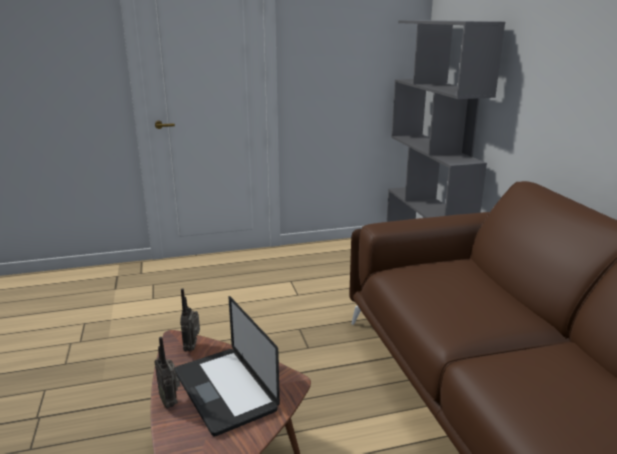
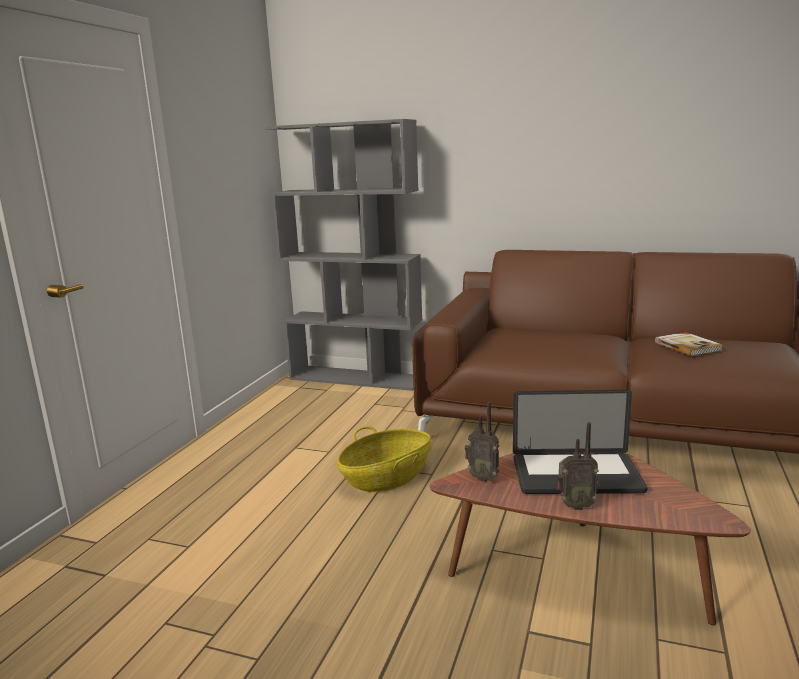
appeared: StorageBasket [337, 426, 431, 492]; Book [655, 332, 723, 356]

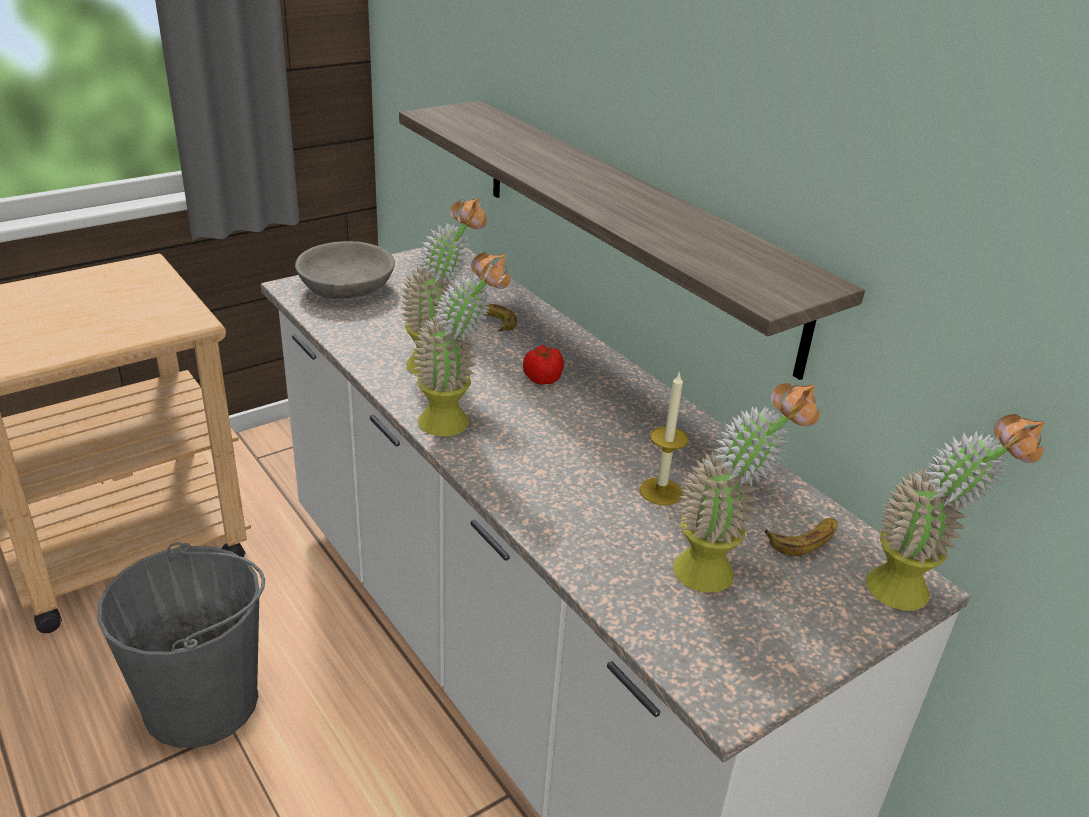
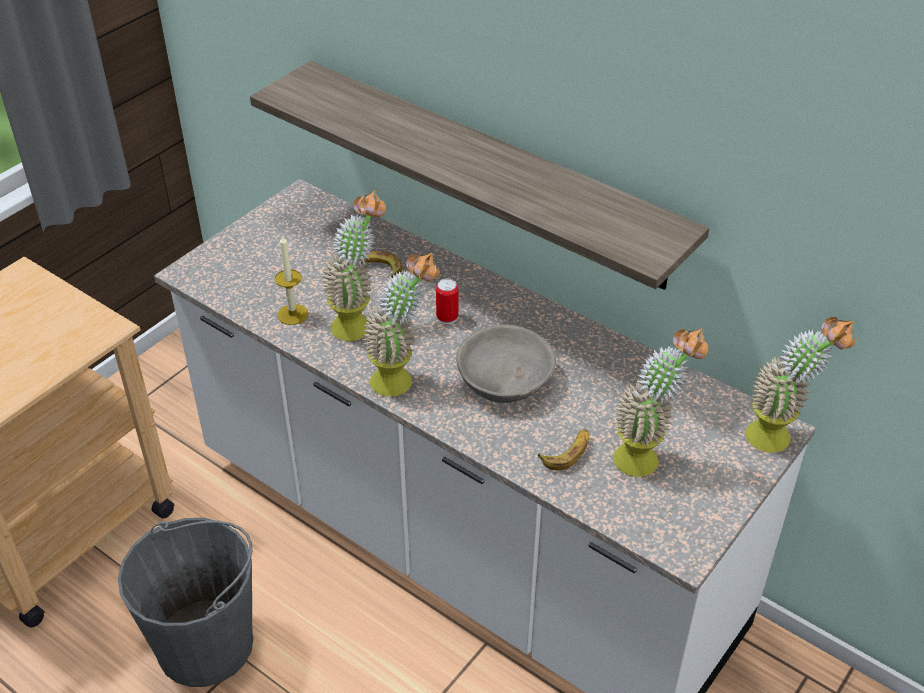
relocated: GreyBowl [295, 241, 395, 299] to [456, 325, 556, 403]; Candle [640, 371, 689, 505] to [274, 235, 308, 325]; WholeBanana [765, 518, 838, 556] to [538, 429, 589, 470]
exchanged: WholeTomato [523, 345, 564, 385] to Can [436, 279, 458, 325]

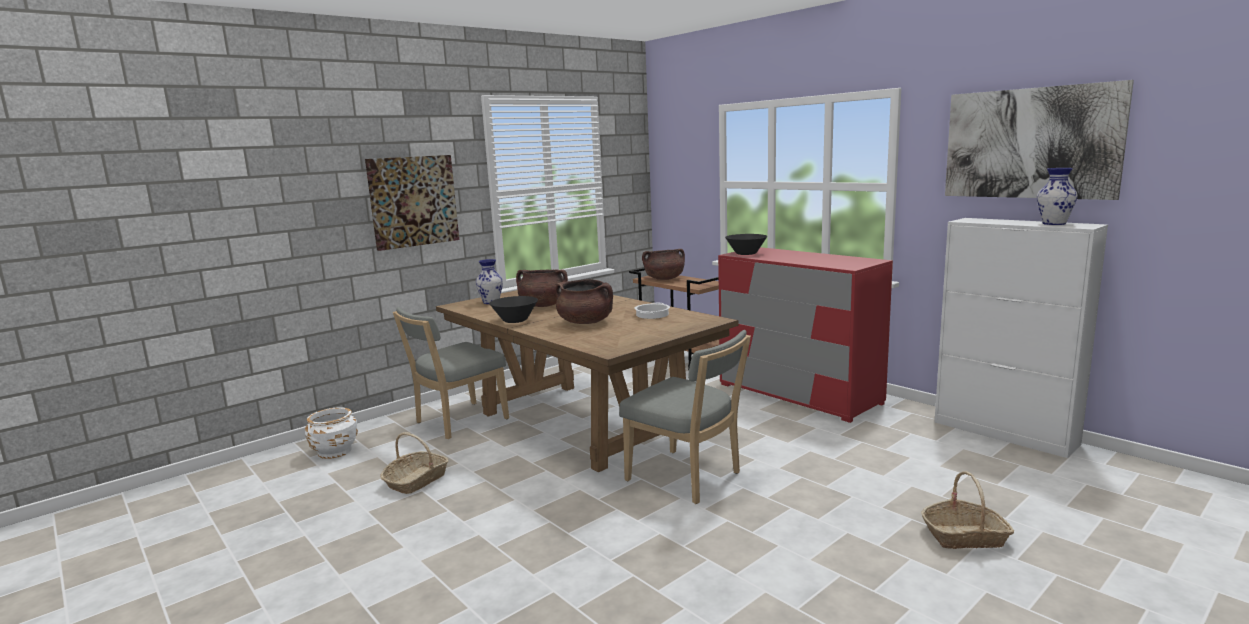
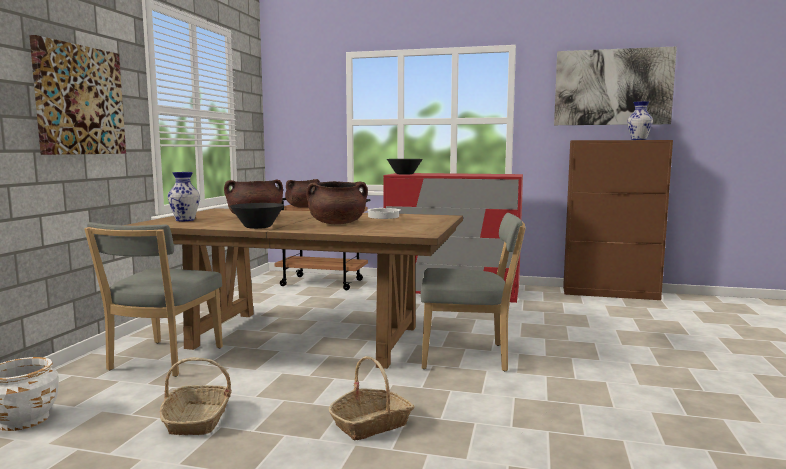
relocated: StorageBasket [921, 471, 1014, 549] to [329, 356, 414, 440]
colour: WhitishStorageCabinet [934, 218, 1108, 458] to BrownishStorageCabinet [563, 140, 673, 300]

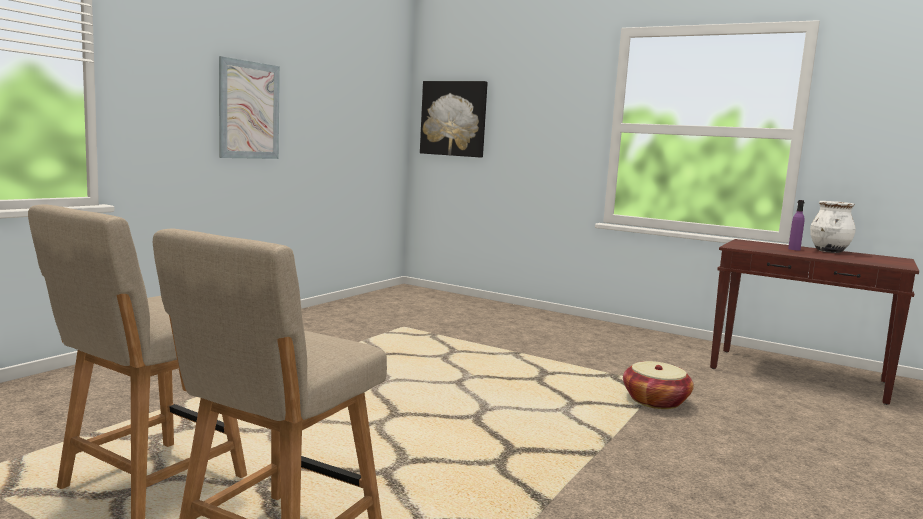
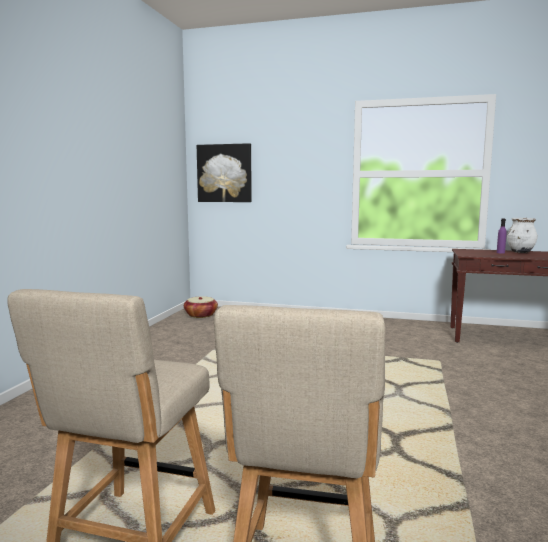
missing: WallPicture [219, 56, 280, 159]
relocated: StorageBasket [623, 361, 694, 409] to [184, 296, 218, 318]

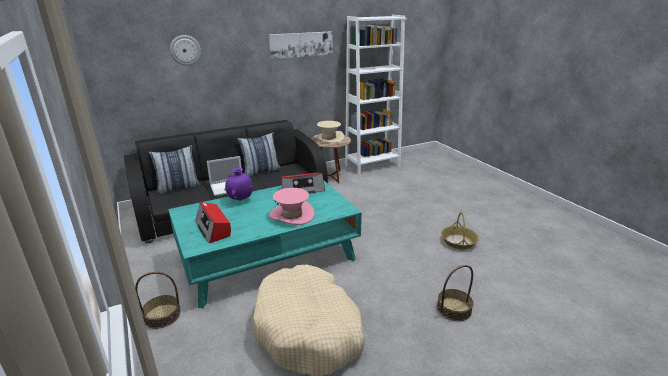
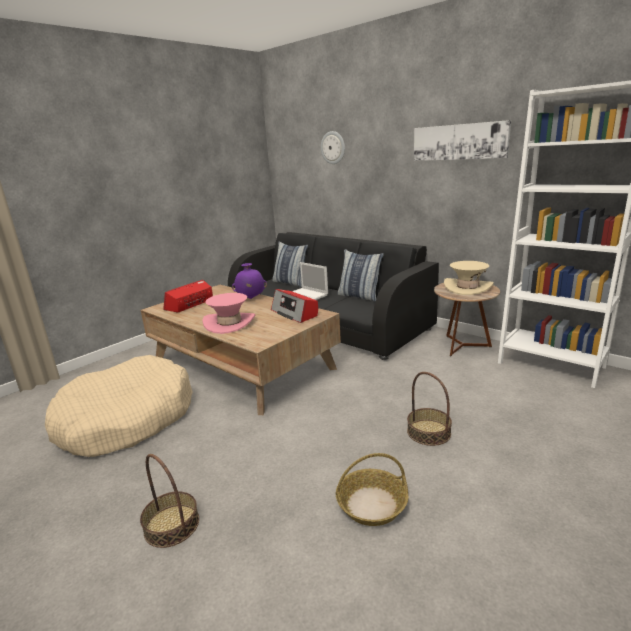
relocated: StorageBasket [135, 272, 181, 329] to [407, 372, 452, 446]
colour: TurquoiseColouredLoungeTable [168, 181, 362, 308] to BrownishLoungeTable [141, 285, 341, 415]

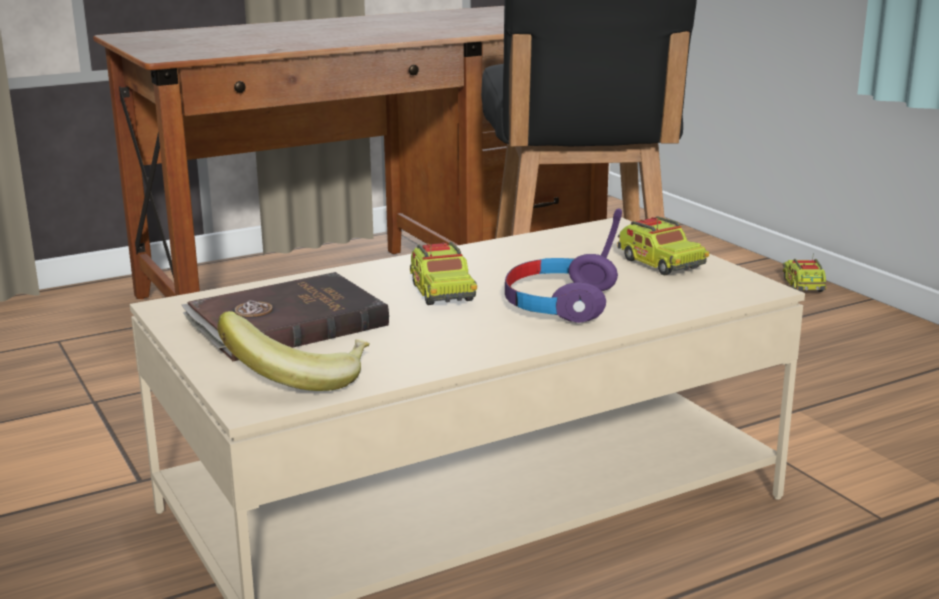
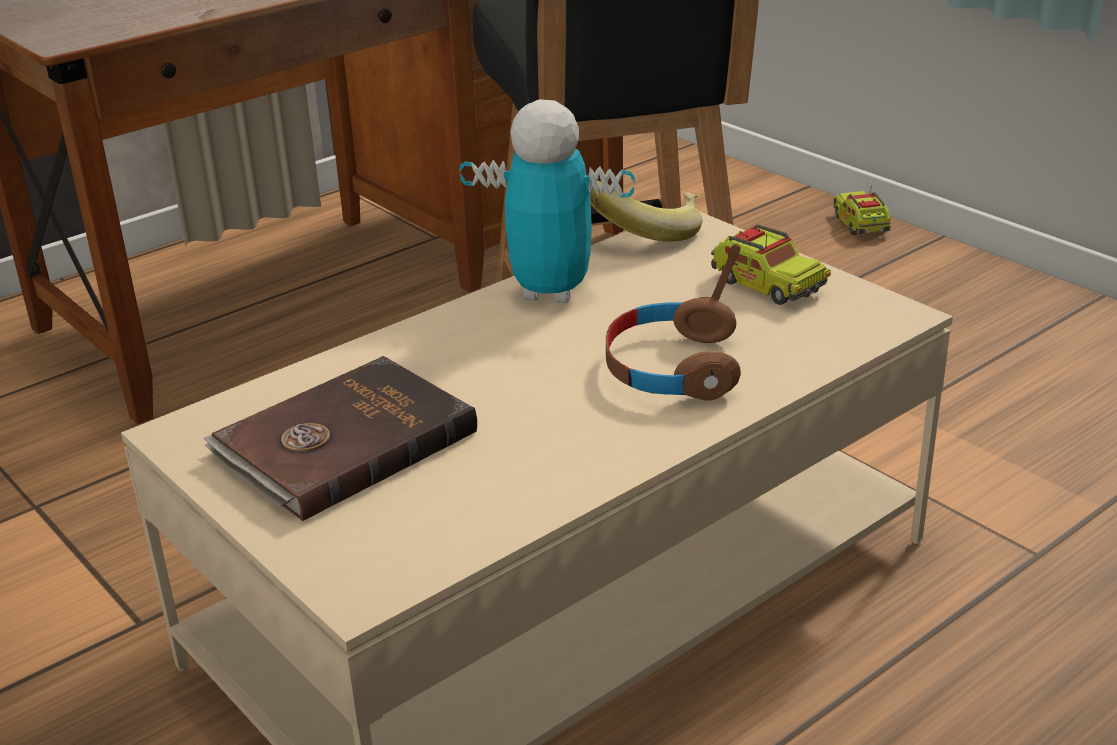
missing: ToyLorry [410, 242, 477, 305]
appeared: ModelRobot [459, 99, 635, 303]
relocated: WholeBanana [218, 311, 370, 391] to [590, 180, 703, 242]
colour: PurpleColouredHeadset [505, 208, 622, 323] to BrownishHeadset [606, 243, 741, 401]

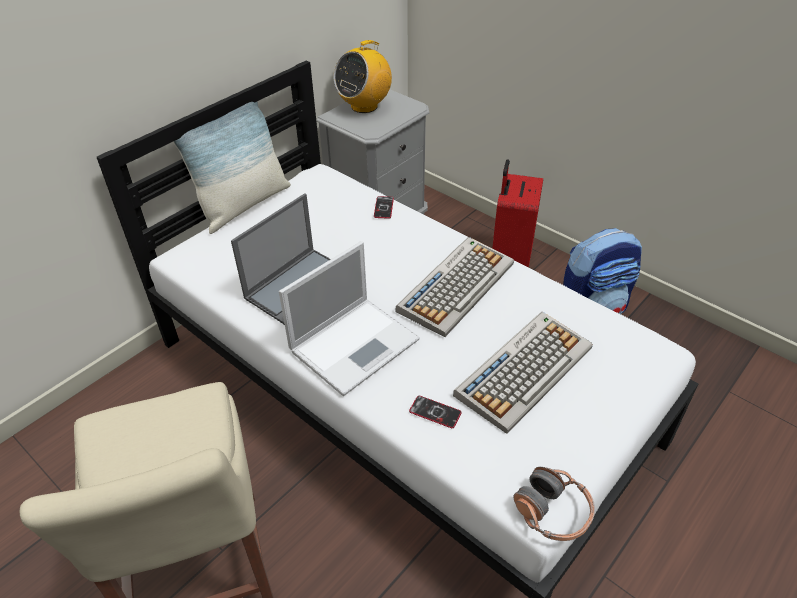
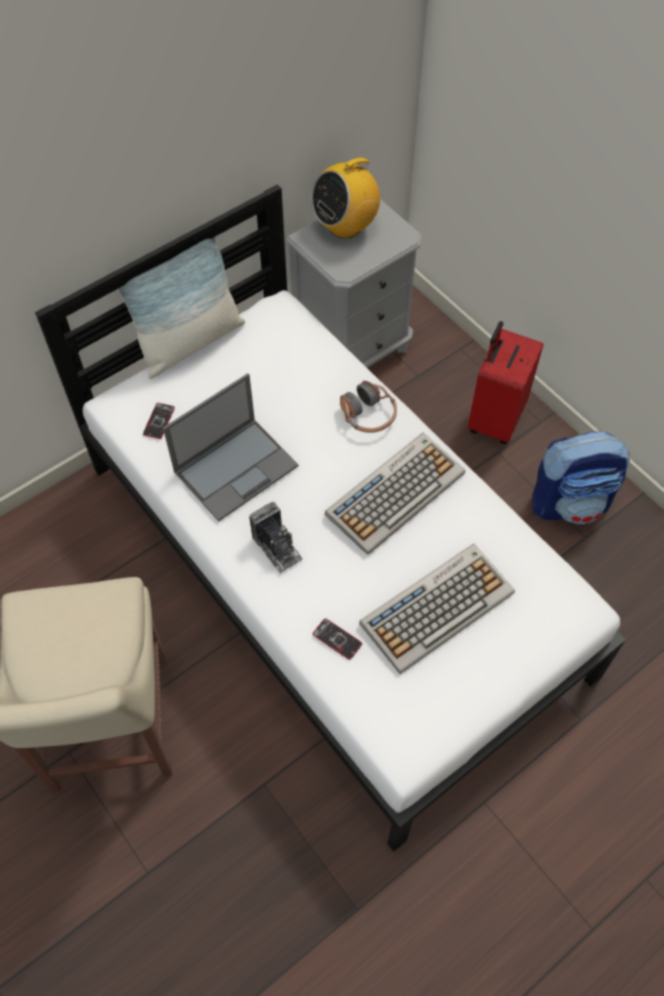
relocated: Handset [374, 196, 394, 219] to [143, 403, 175, 439]; Headset [513, 467, 595, 541] to [340, 381, 397, 433]
exchanged: PortableComputer [279, 241, 420, 396] to PhotoCamera [249, 502, 303, 573]

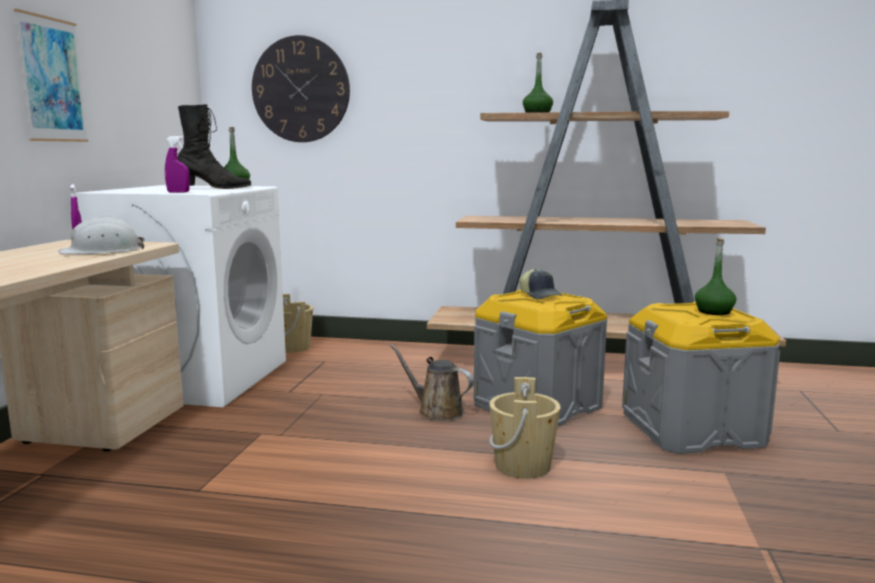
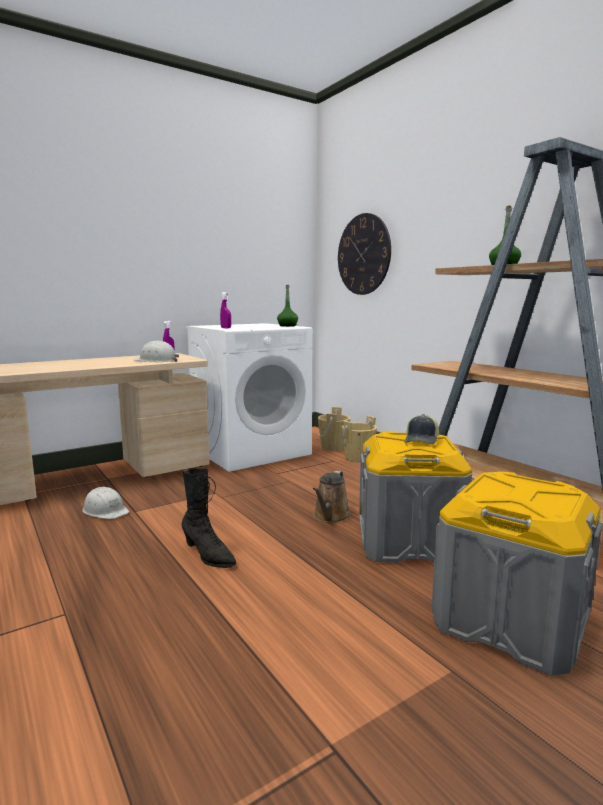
missing: WallPicture [14, 9, 88, 142]; GreenishBeverageBottle [695, 238, 737, 315]
appeared: WhitishSafetyHelmet [82, 487, 129, 519]
relocated: BlackishBoot [177, 104, 252, 189] to [181, 468, 236, 568]; BeigeColouredPail [489, 377, 561, 479] to [342, 416, 377, 463]
spun: BrownishWateringCan [390, 344, 474, 421] = [313, 471, 351, 523] 150 degrees counterclockwise

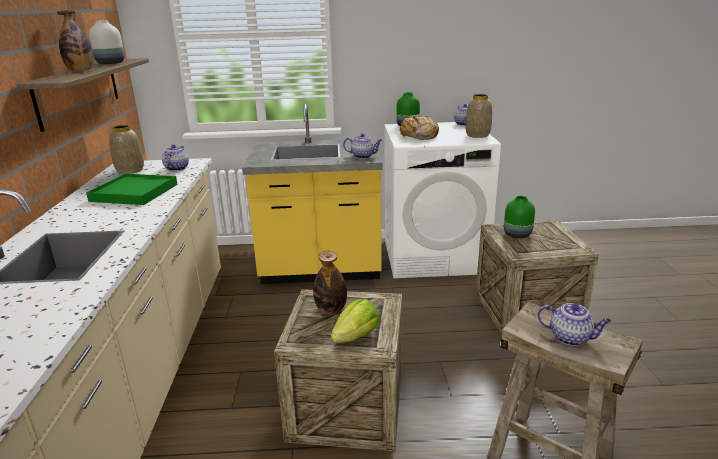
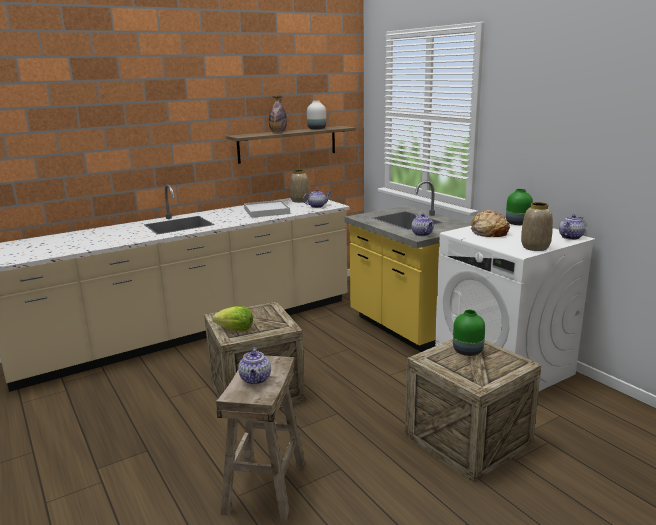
missing: BeverageBottle [313, 251, 347, 314]
colour: GreenishServingTray [86, 174, 178, 205] to WhitishServingTray [244, 200, 290, 218]

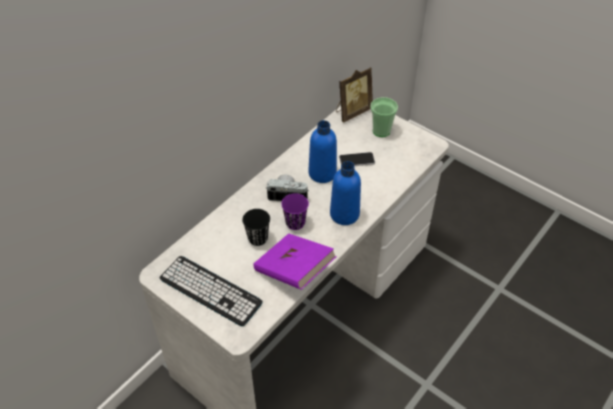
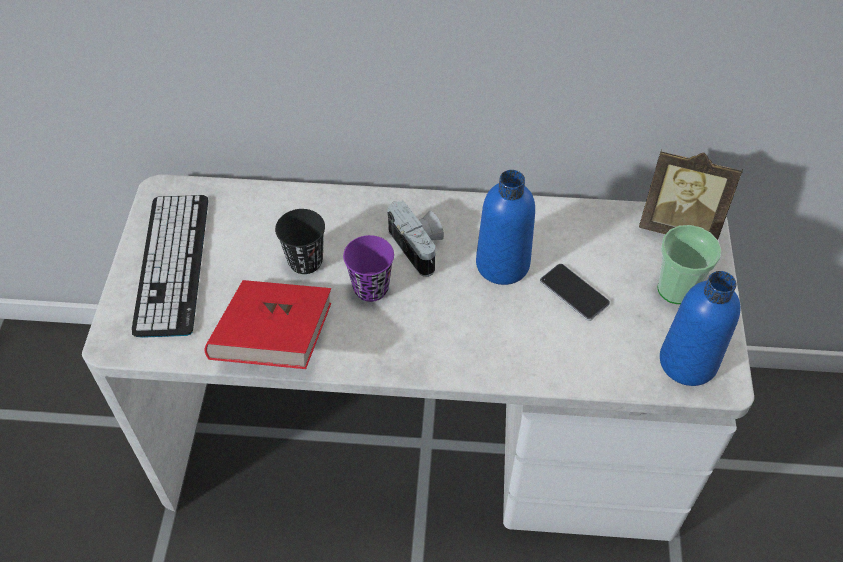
relocated: BlueColouredBeverageBottle [330, 161, 361, 225] to [660, 271, 741, 386]
colour: PurpleColouredBook [253, 233, 337, 290] to ReddishBook [204, 280, 331, 369]

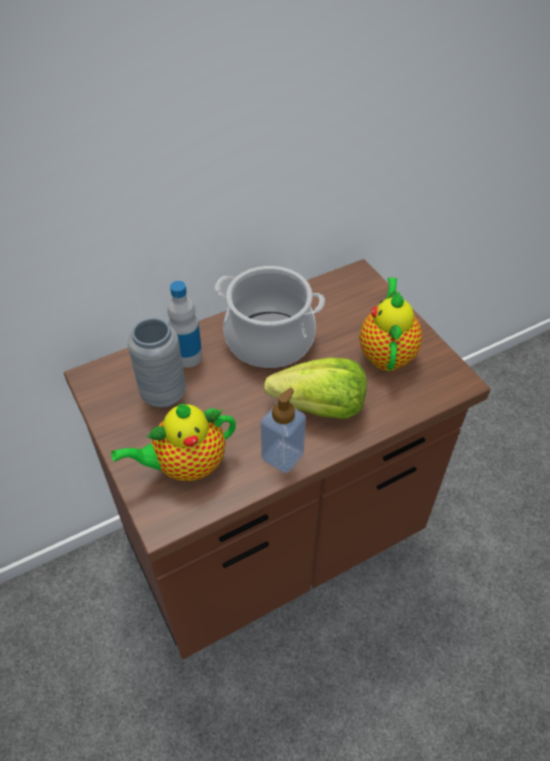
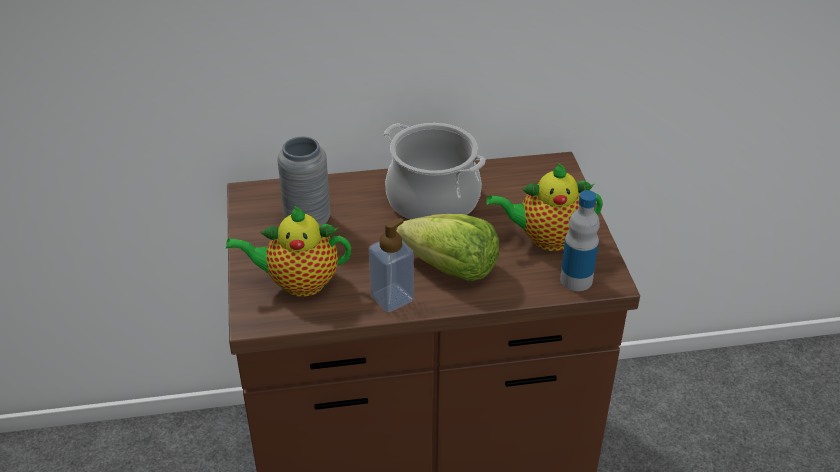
relocated: BeverageBottle [167, 281, 203, 368] to [560, 190, 600, 291]
spun: Teapot [359, 278, 422, 371] = [486, 163, 603, 251] 120 degrees counterclockwise

